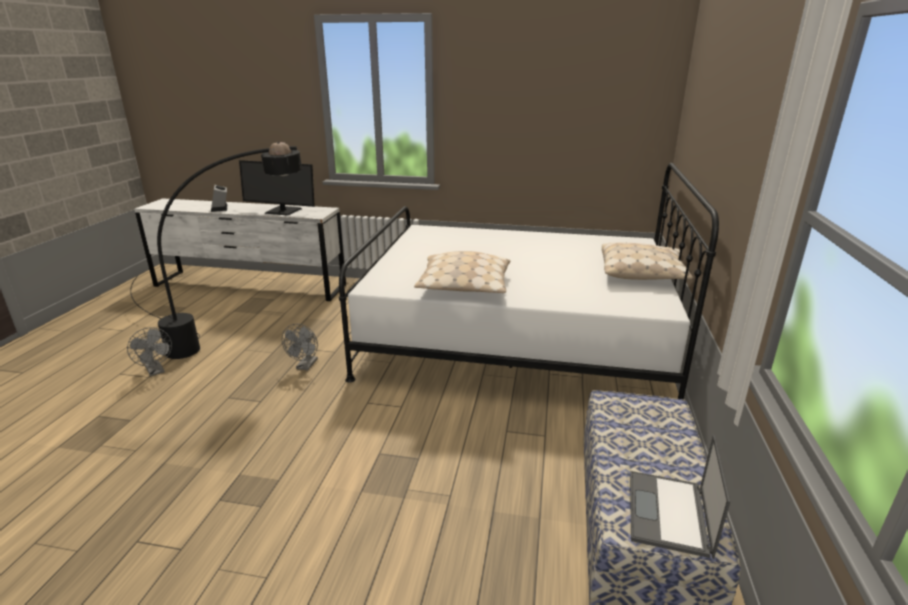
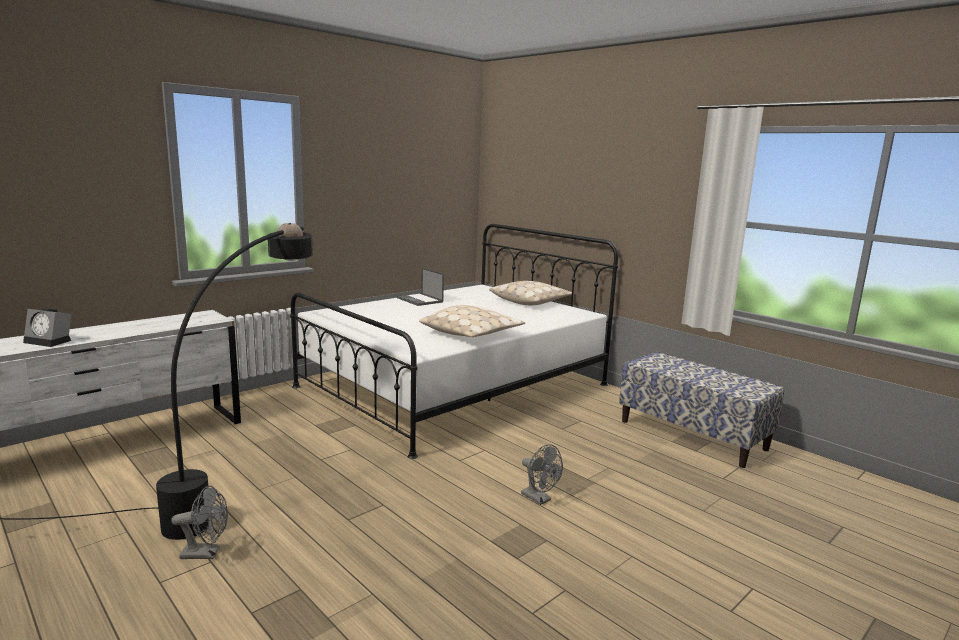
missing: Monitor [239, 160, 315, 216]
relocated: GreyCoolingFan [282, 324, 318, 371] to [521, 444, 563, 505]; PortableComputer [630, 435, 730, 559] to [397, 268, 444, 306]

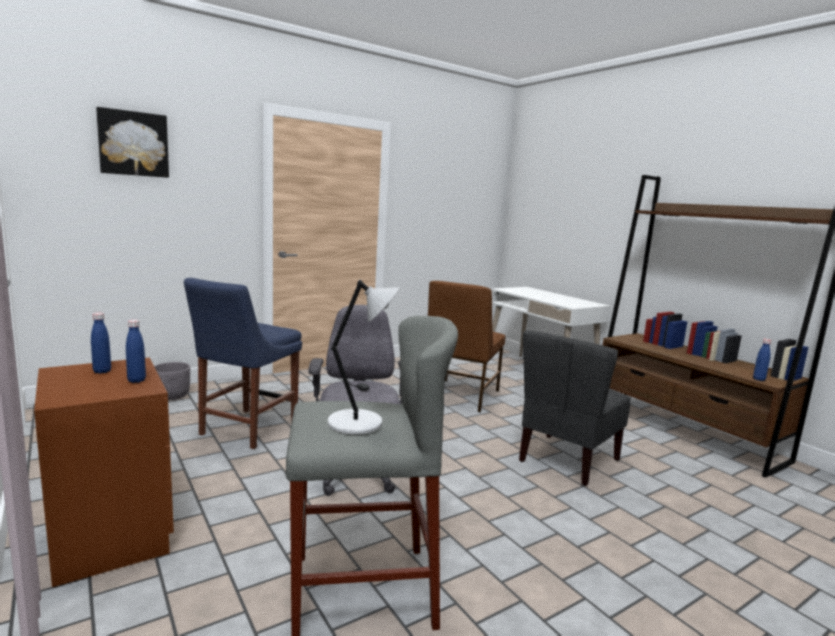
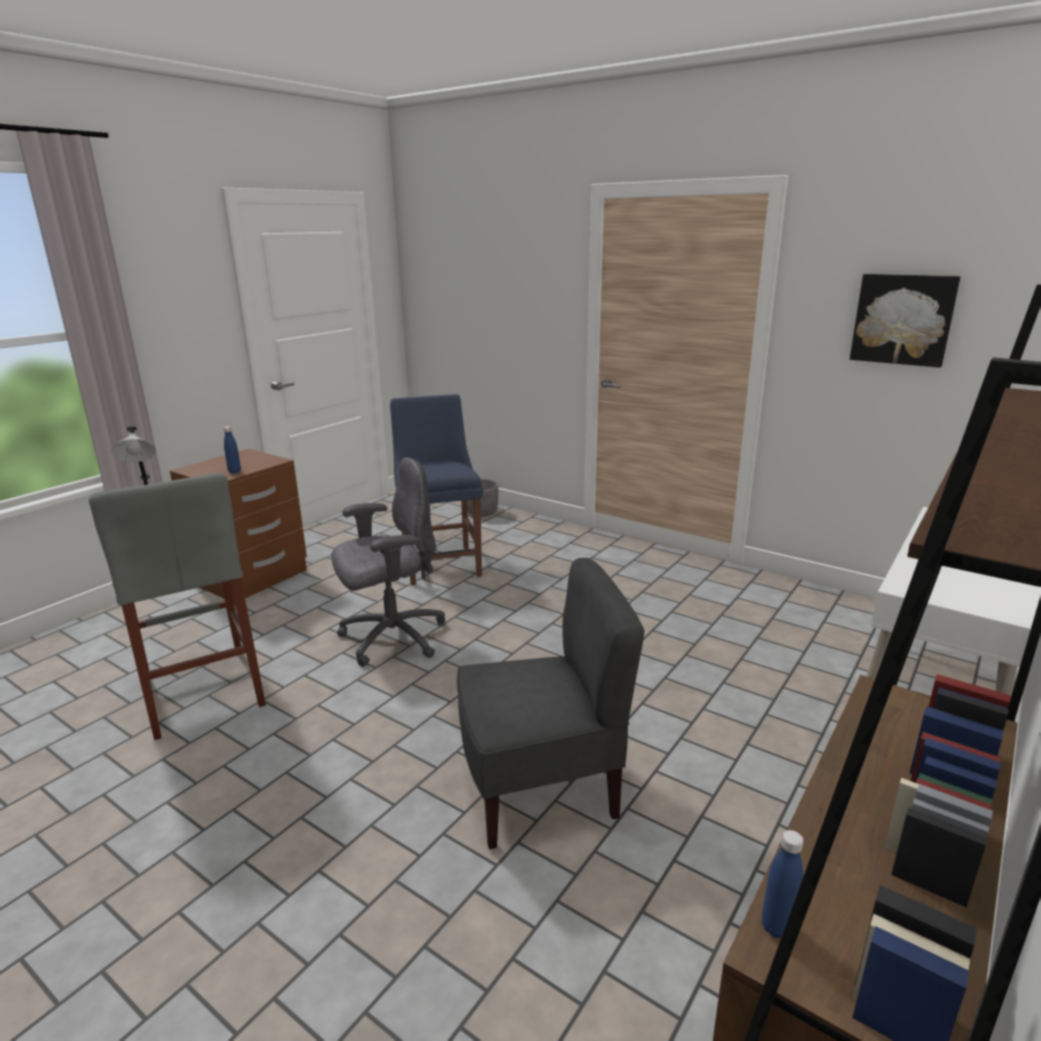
missing: BlueColouredBeverageBottle [91, 313, 111, 374]; BrownishUprightChair [428, 281, 505, 412]
relocated: WallPicture [96, 107, 169, 178] to [850, 274, 961, 368]
spun: BlueColouredUprightChair [184, 278, 302, 449] = [390, 394, 483, 585] 75 degrees clockwise; GreyUprightChair [519, 330, 631, 486] = [457, 558, 645, 849] 150 degrees clockwise

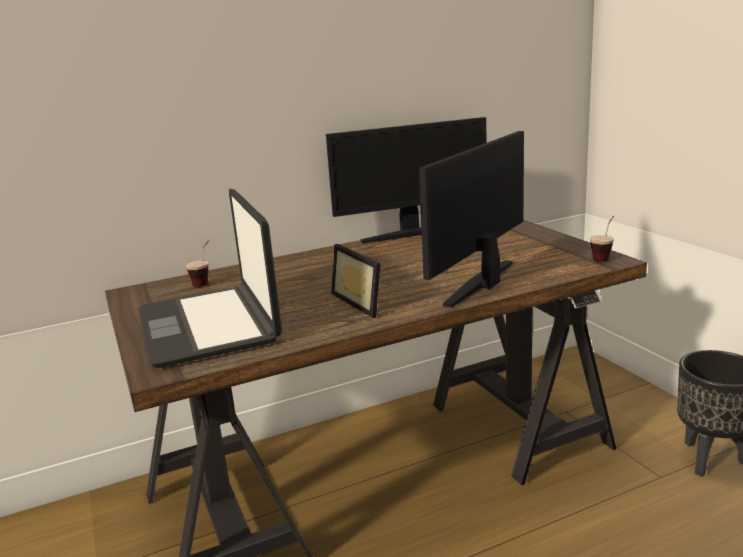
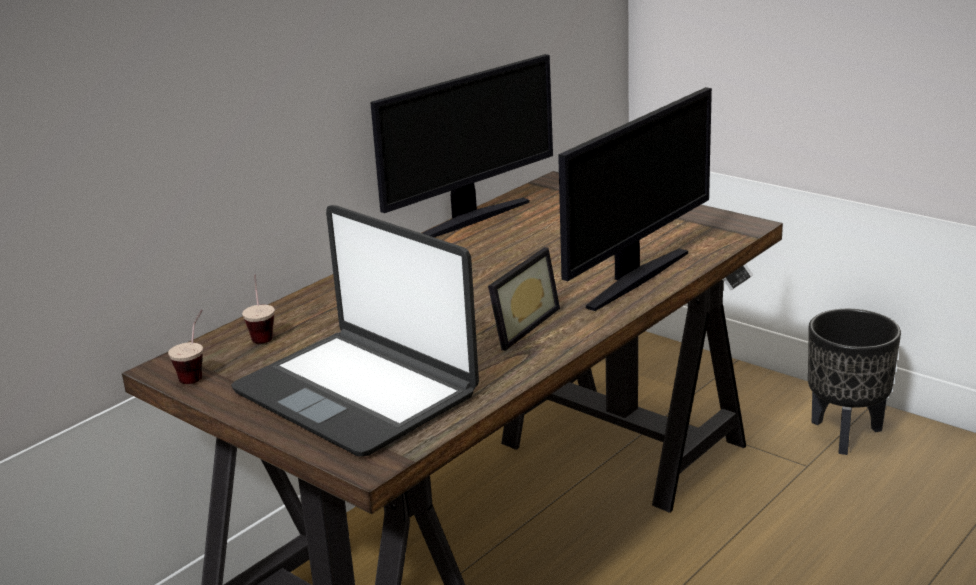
relocated: Cup [590, 216, 614, 262] to [168, 309, 203, 384]
spun: StandingFrame [331, 244, 381, 318] = [488, 247, 560, 351] 90 degrees counterclockwise; Monitor [419, 131, 524, 308] = [558, 87, 712, 311] 150 degrees counterclockwise

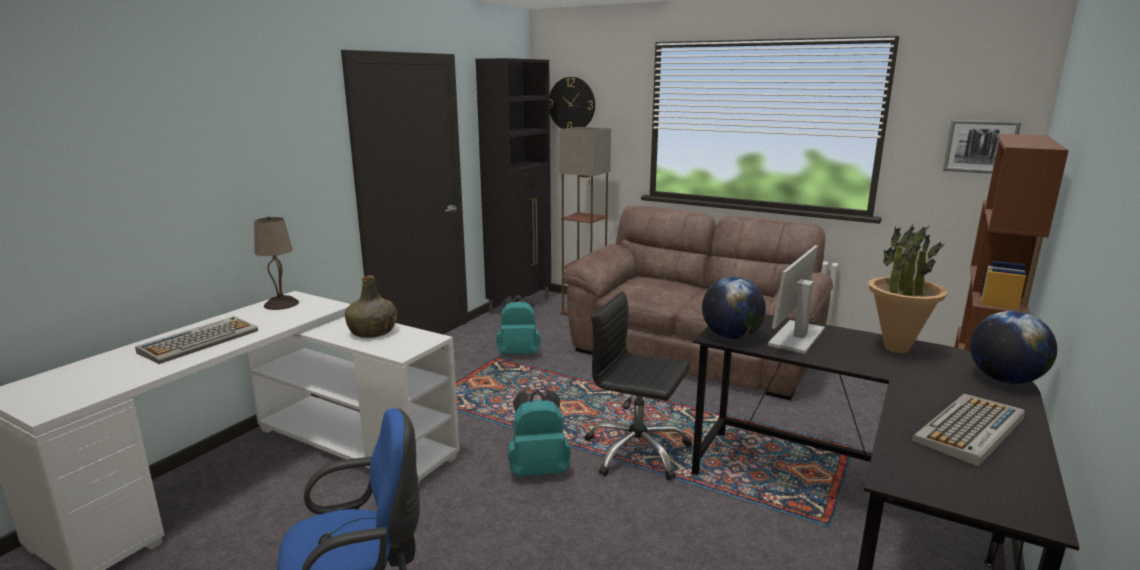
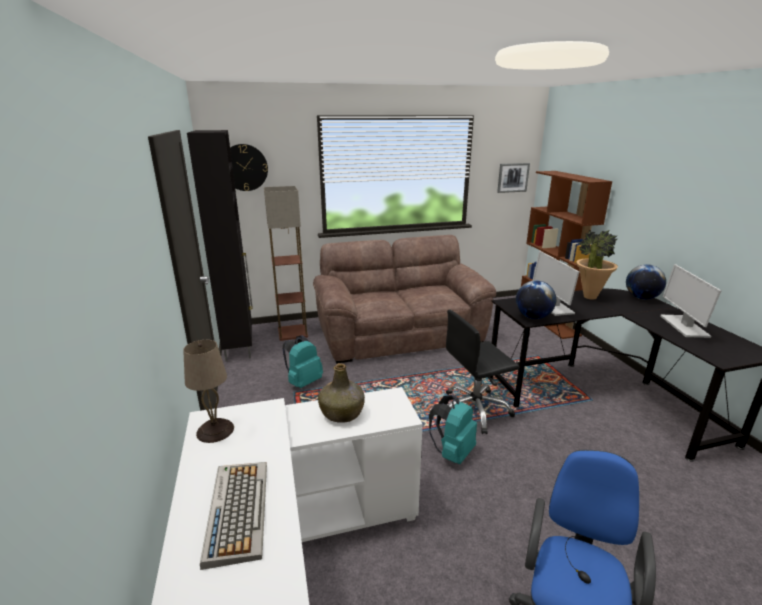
exchanged: PcKeyboard [912, 394, 1025, 467] to Monitor [660, 264, 721, 338]

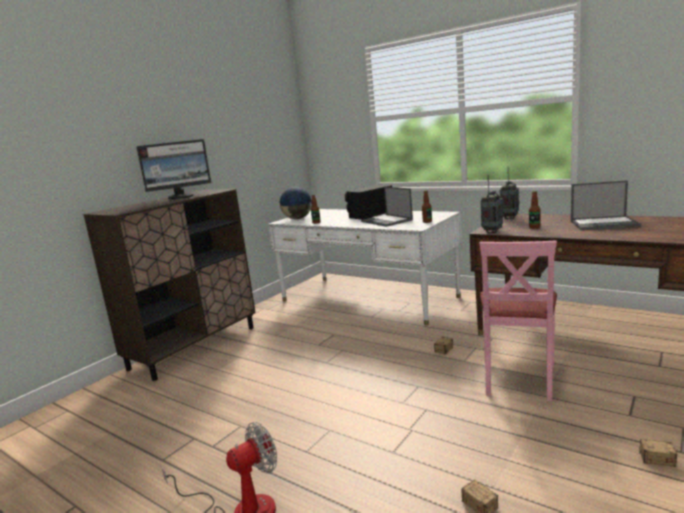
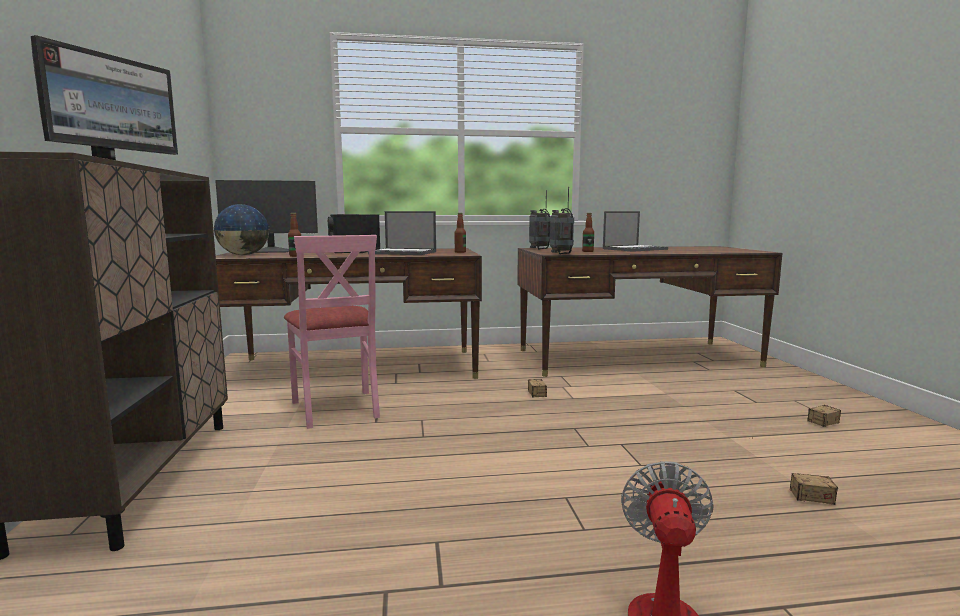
appeared: Monitor [215, 180, 318, 253]
relocated: PinkUprightChair [480, 241, 557, 401] to [284, 235, 380, 429]
colour: WhitishDesk [268, 209, 462, 325] to BrownishDesk [216, 248, 482, 379]

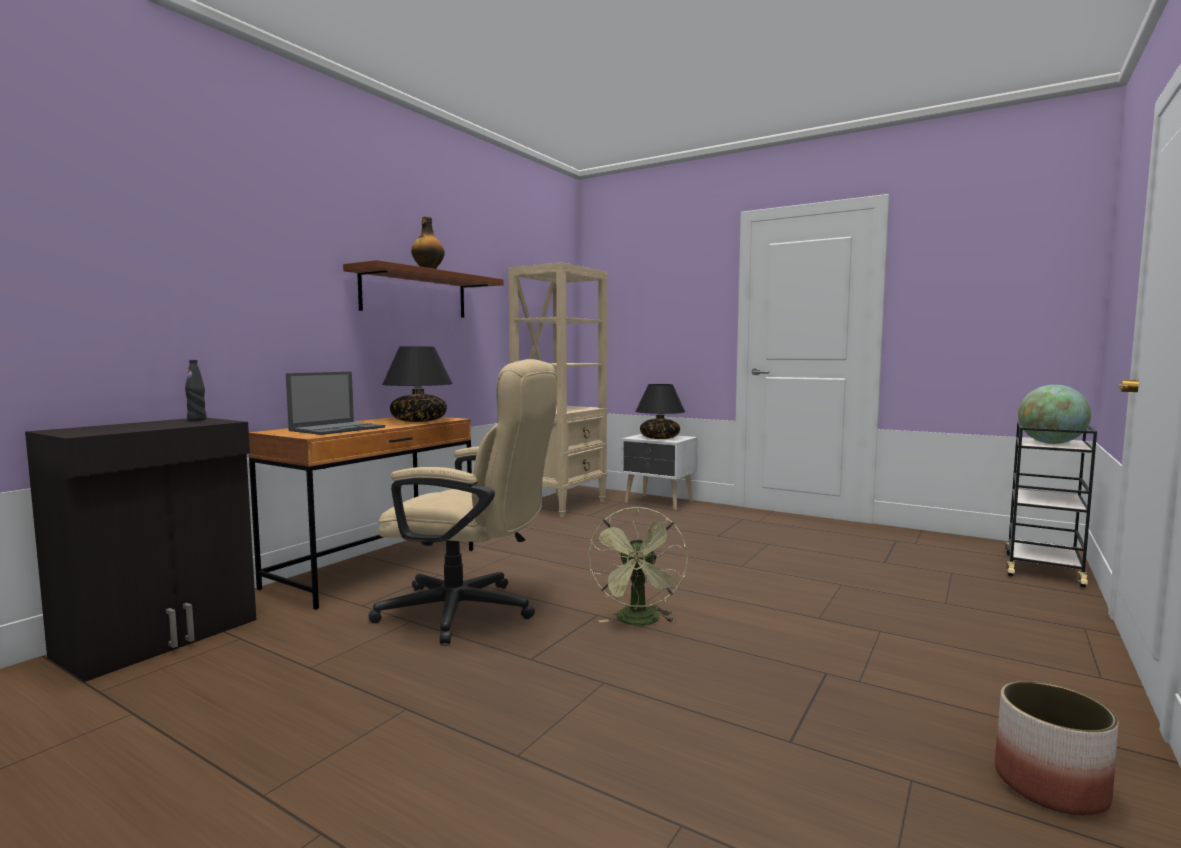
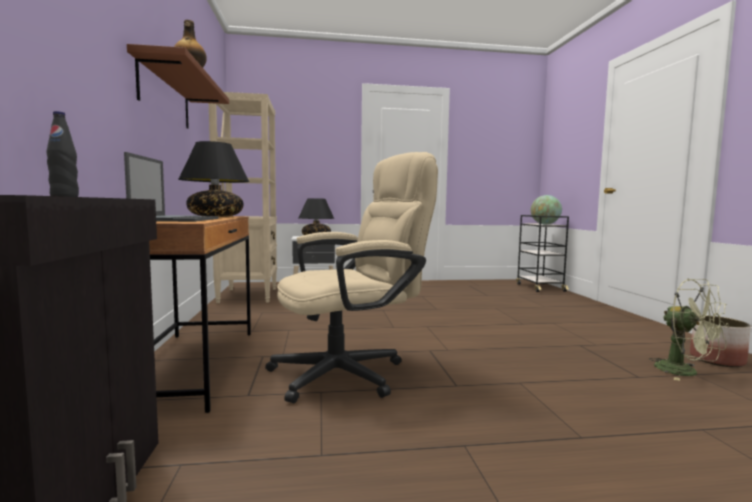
relocated: GreenishCoolingFan [588, 507, 688, 626] to [649, 279, 729, 381]

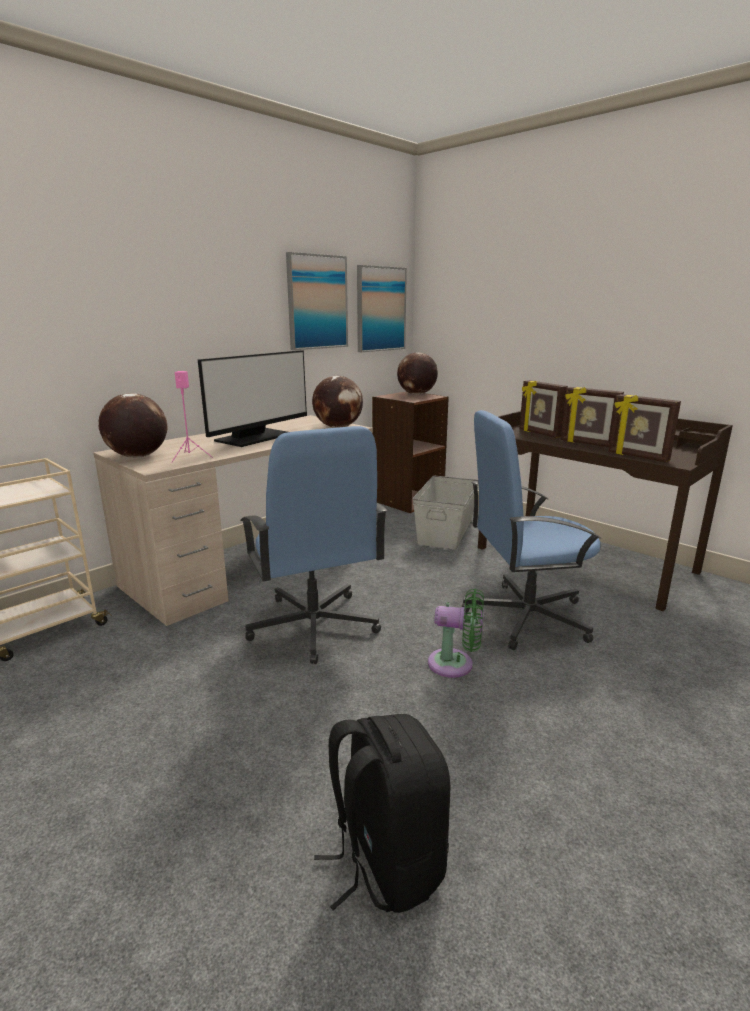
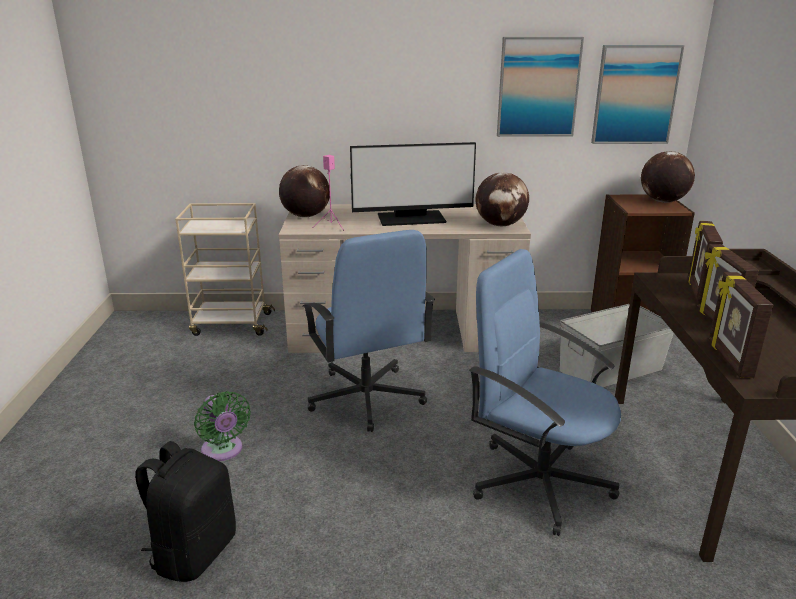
relocated: GreenishCoolingFan [428, 588, 484, 678] to [194, 391, 251, 461]
spun: BlueColouredComputerChair [240, 426, 388, 664] = [303, 230, 435, 432] 45 degrees counterclockwise

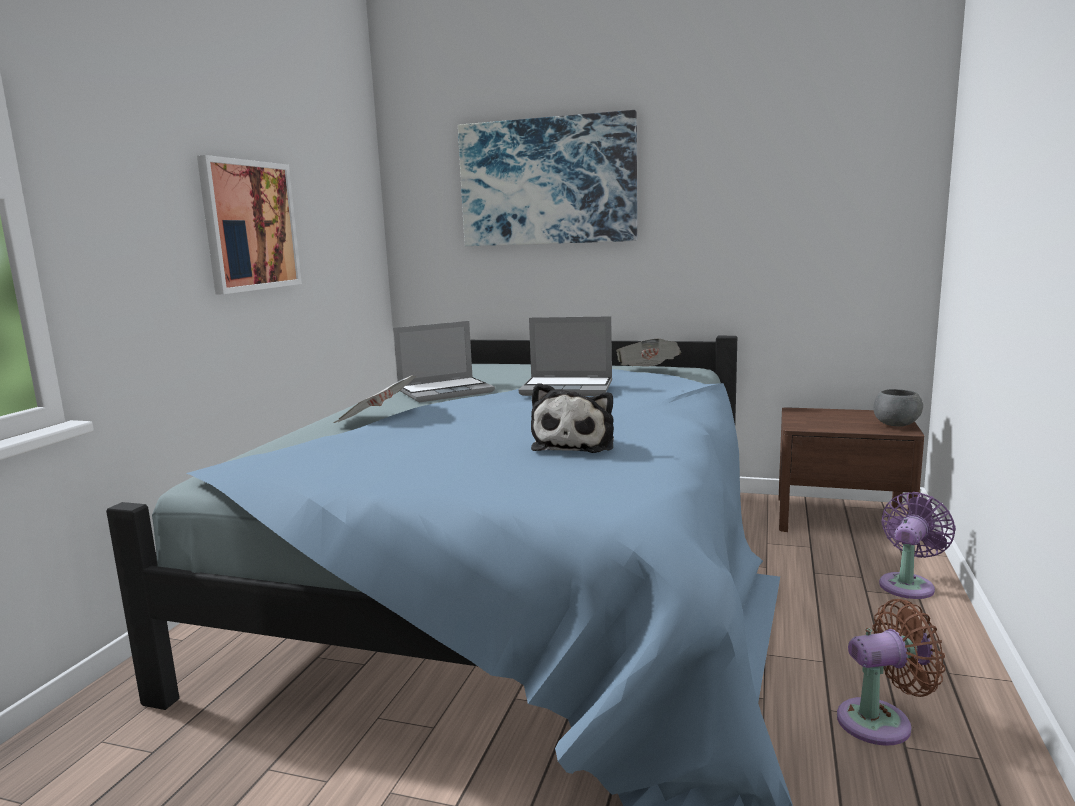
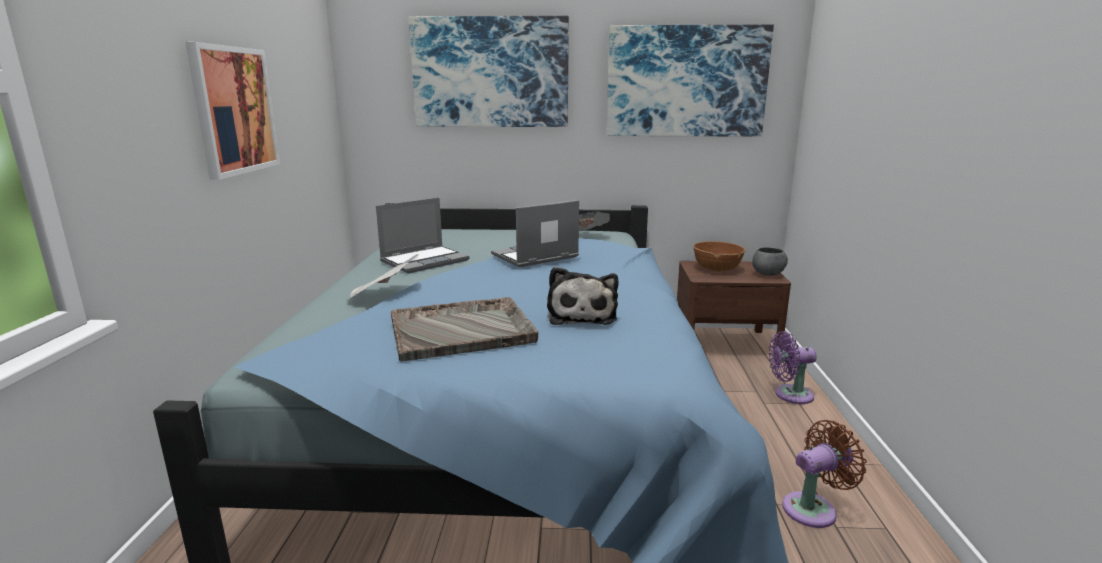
appeared: GreyServingTray [391, 297, 538, 362]; WallPicture [607, 24, 774, 137]; BrownishBowl [693, 241, 745, 272]
spun: PortableComputer [519, 316, 612, 396] = [491, 200, 579, 268] 150 degrees clockwise; PurpleColouredCoolingFan [879, 492, 956, 599] = [768, 331, 817, 404] 120 degrees counterclockwise

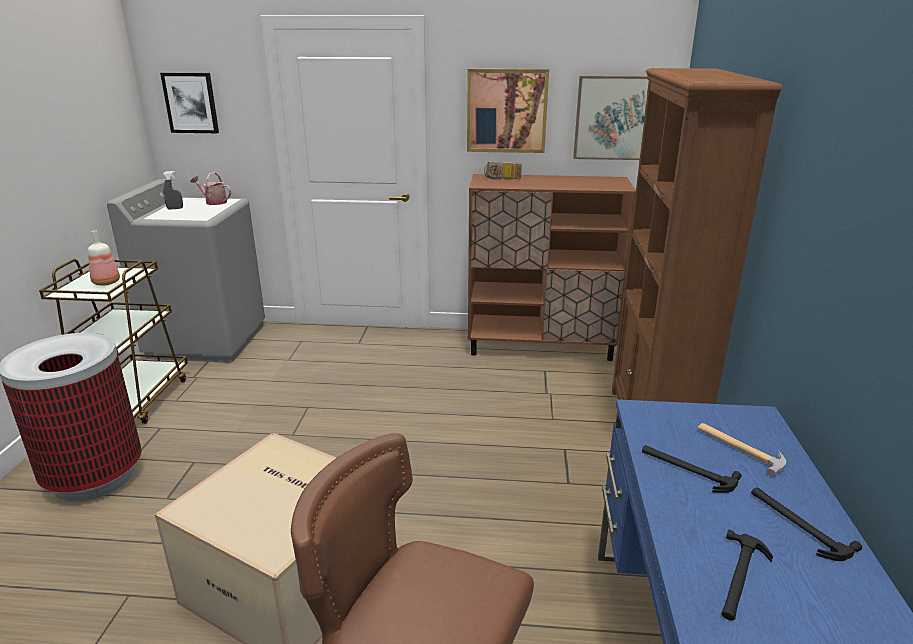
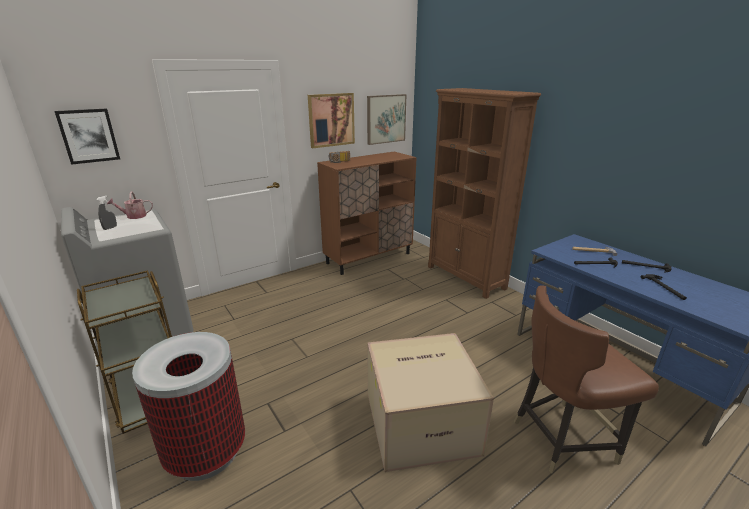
missing: BeverageBottle [88, 231, 120, 286]

